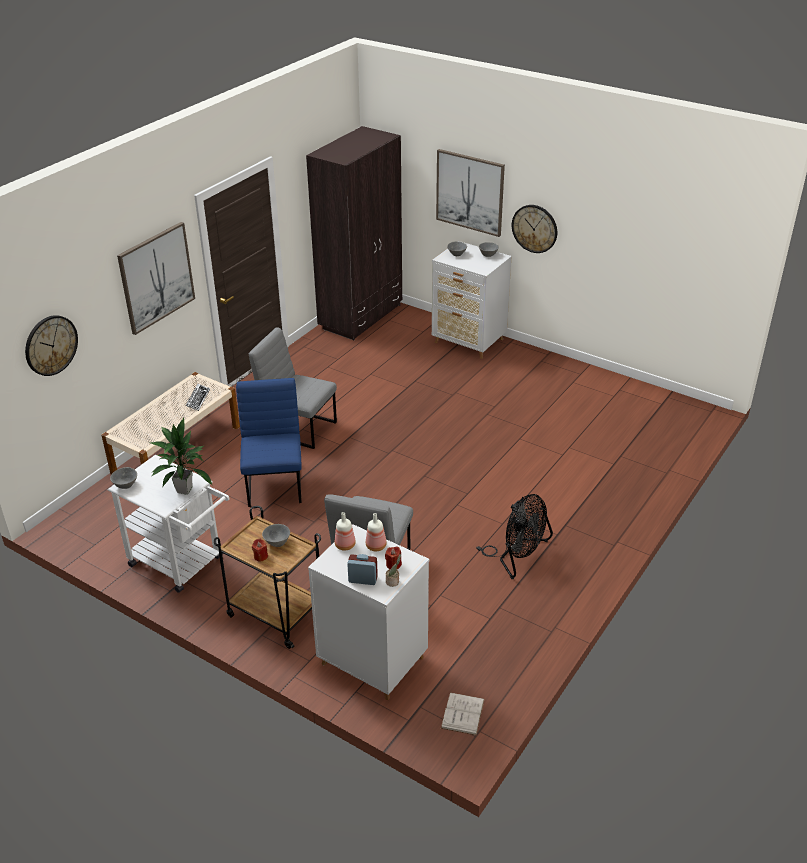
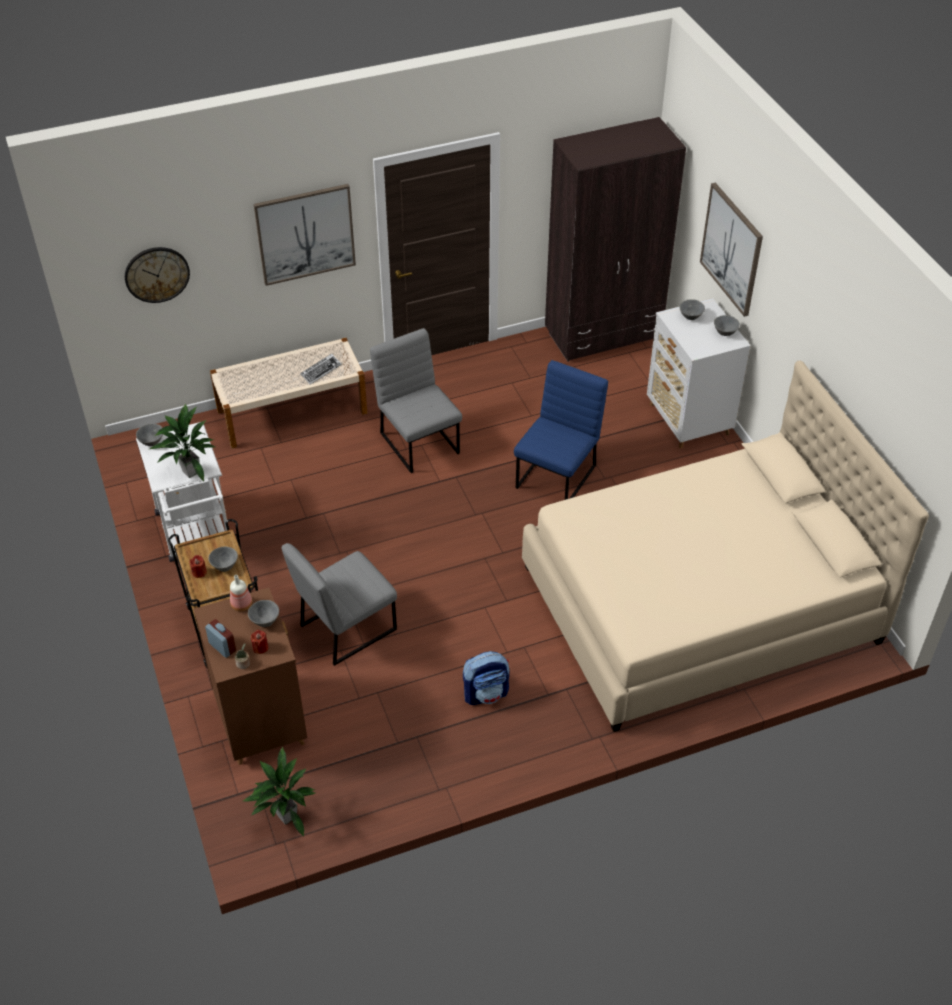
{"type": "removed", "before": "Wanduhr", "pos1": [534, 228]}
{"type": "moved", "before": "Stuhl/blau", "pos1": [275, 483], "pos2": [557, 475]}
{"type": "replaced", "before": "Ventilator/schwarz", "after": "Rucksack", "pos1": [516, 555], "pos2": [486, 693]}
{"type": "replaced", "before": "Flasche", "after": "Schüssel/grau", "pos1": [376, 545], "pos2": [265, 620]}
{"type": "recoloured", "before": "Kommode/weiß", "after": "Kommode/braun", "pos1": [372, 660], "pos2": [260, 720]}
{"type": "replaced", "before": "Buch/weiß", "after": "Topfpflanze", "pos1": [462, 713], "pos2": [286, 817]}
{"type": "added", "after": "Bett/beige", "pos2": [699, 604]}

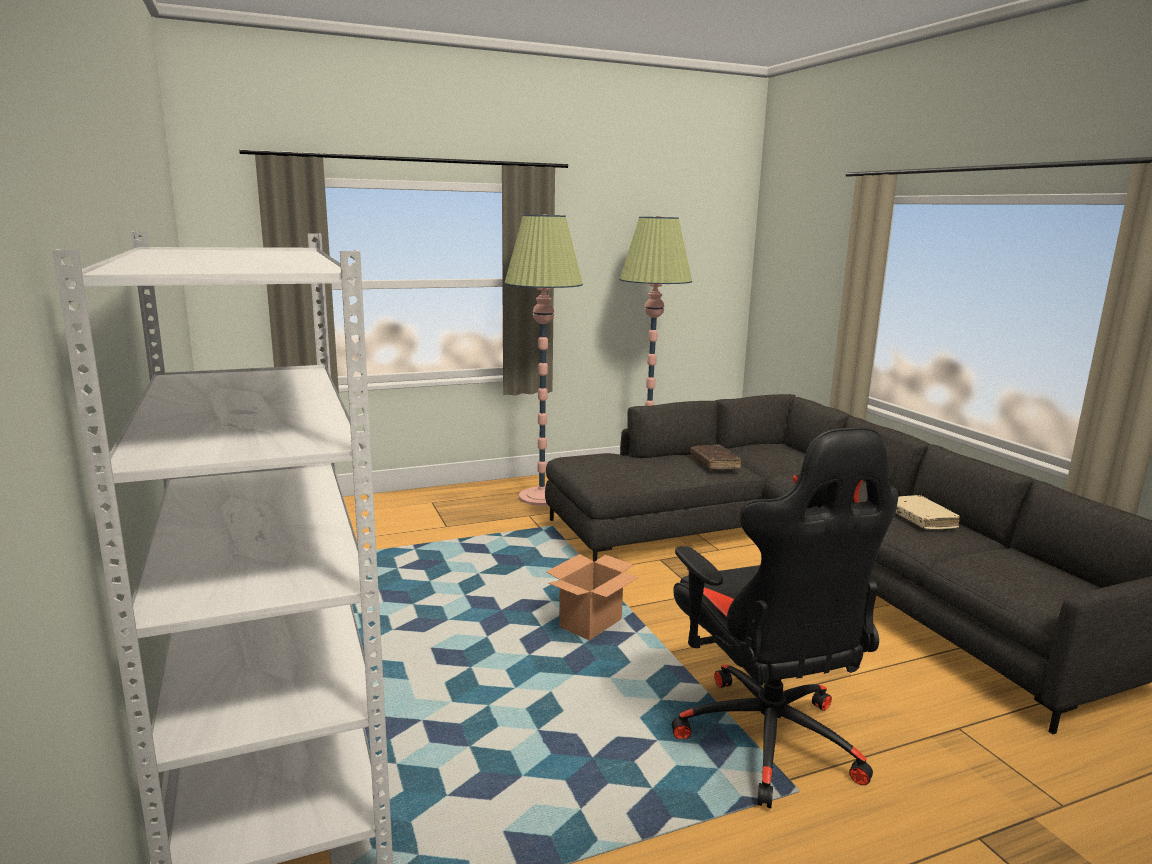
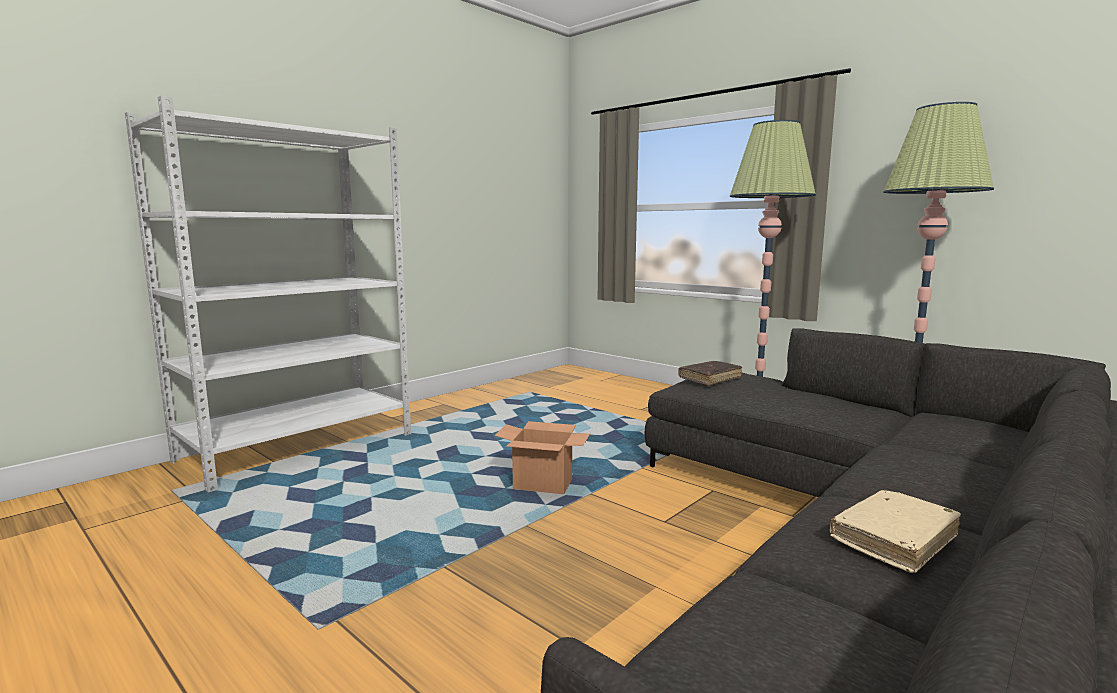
{"type": "removed", "before": "Bürostuhl/schwarz", "pos1": [760, 729]}
{"type": "moved", "before": "Buch/braun", "pos1": [714, 463], "pos2": [710, 379]}

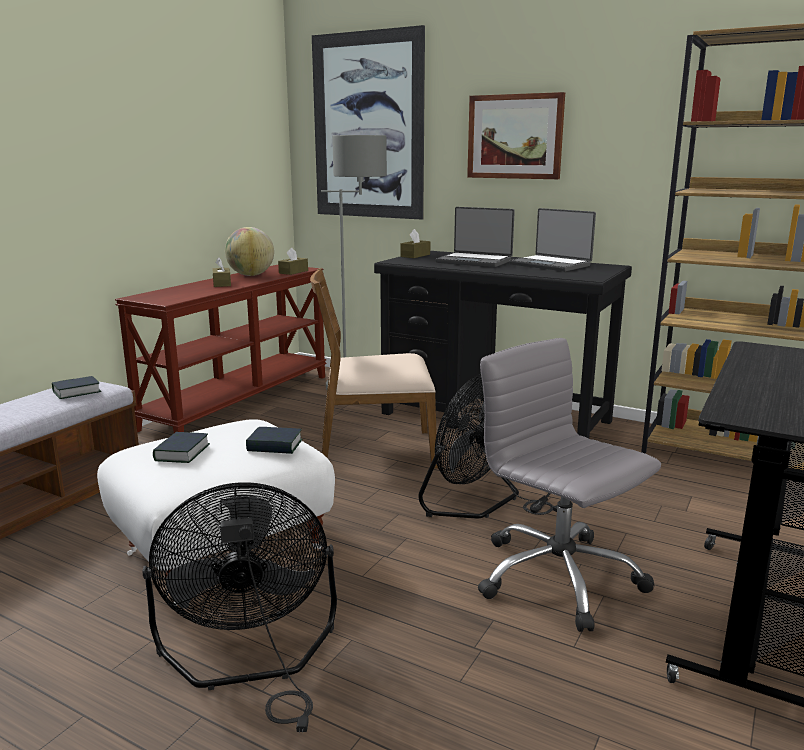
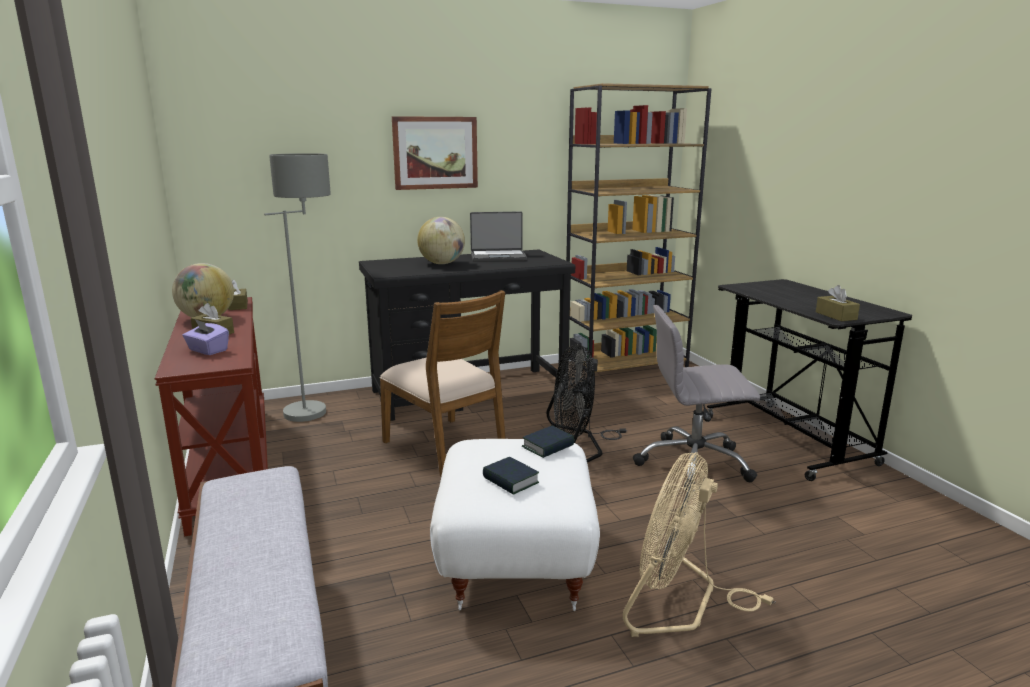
{"type": "removed", "before": "Bild", "pos1": [367, 127]}
{"type": "replaced", "before": "Laptop", "after": "Globus", "pos1": [474, 261], "pos2": [442, 263]}
{"type": "moved", "before": "Taschentuchbox/braun", "pos1": [415, 255], "pos2": [836, 316]}
{"type": "turned", "before": "Stuhl/braun", "pos1": [375, 450], "pos2": [446, 447], "turn": -75}
{"type": "removed", "before": "Buch", "pos1": [77, 392]}
{"type": "recoloured", "before": "Ventilator/schwarz", "after": "Ventilator/beige", "pos1": [255, 663], "pos2": [684, 597]}
{"type": "added", "after": "Taschentuchbox/lila", "pos2": [207, 350]}

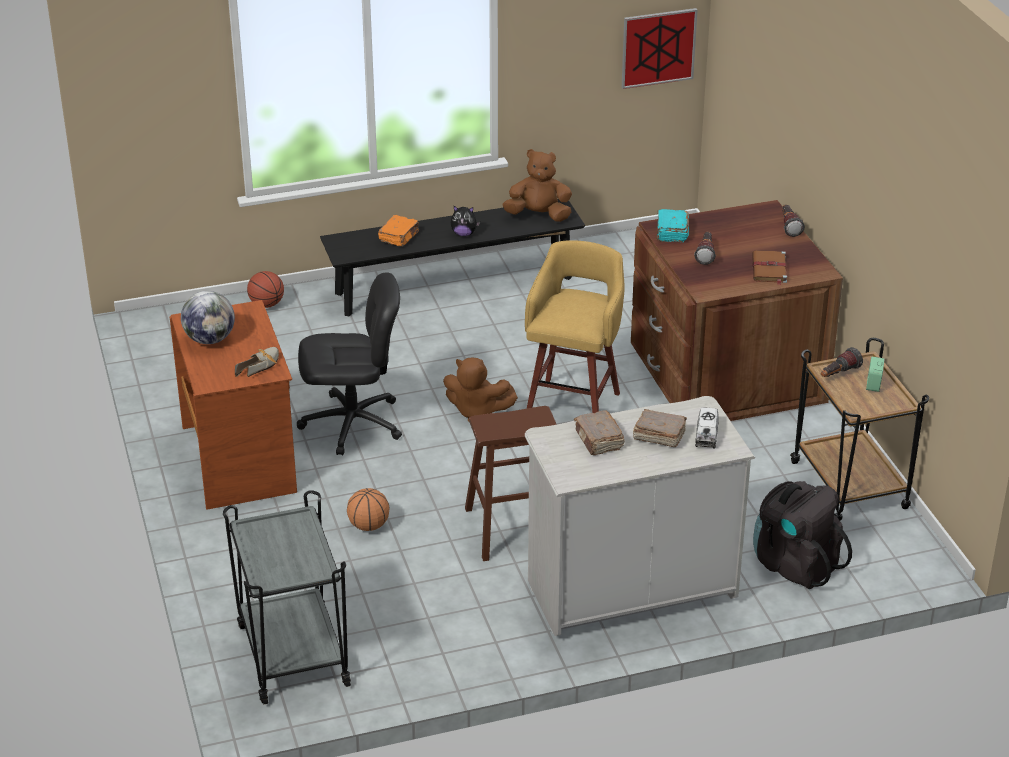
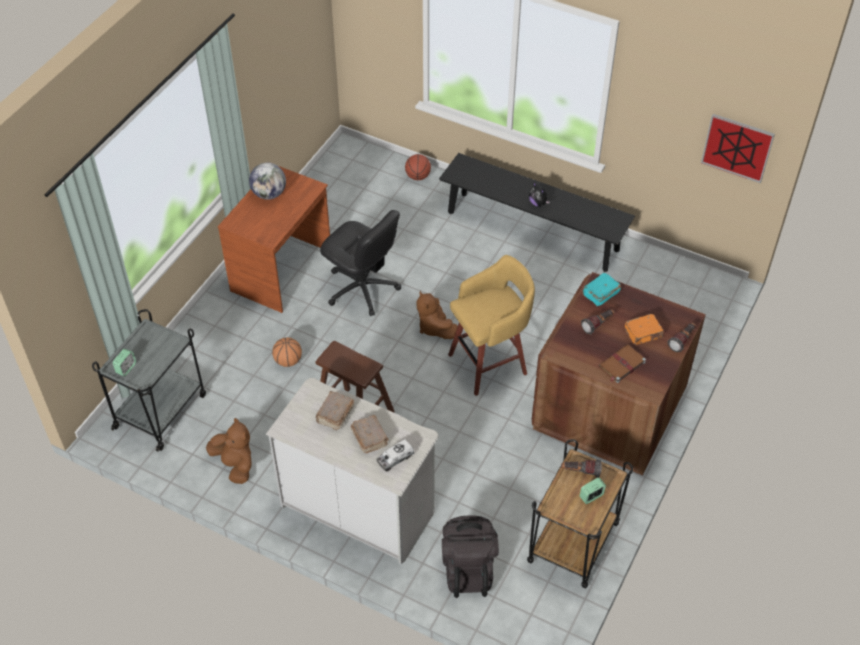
{"type": "moved", "before": "Plüschtier/braun", "pos1": [539, 215], "pos2": [235, 464]}
{"type": "moved", "before": "Buch/orange", "pos1": [399, 237], "pos2": [643, 333]}
{"type": "removed", "before": "Schuh", "pos1": [261, 366]}
{"type": "added", "after": "Wecker", "pos2": [126, 368]}

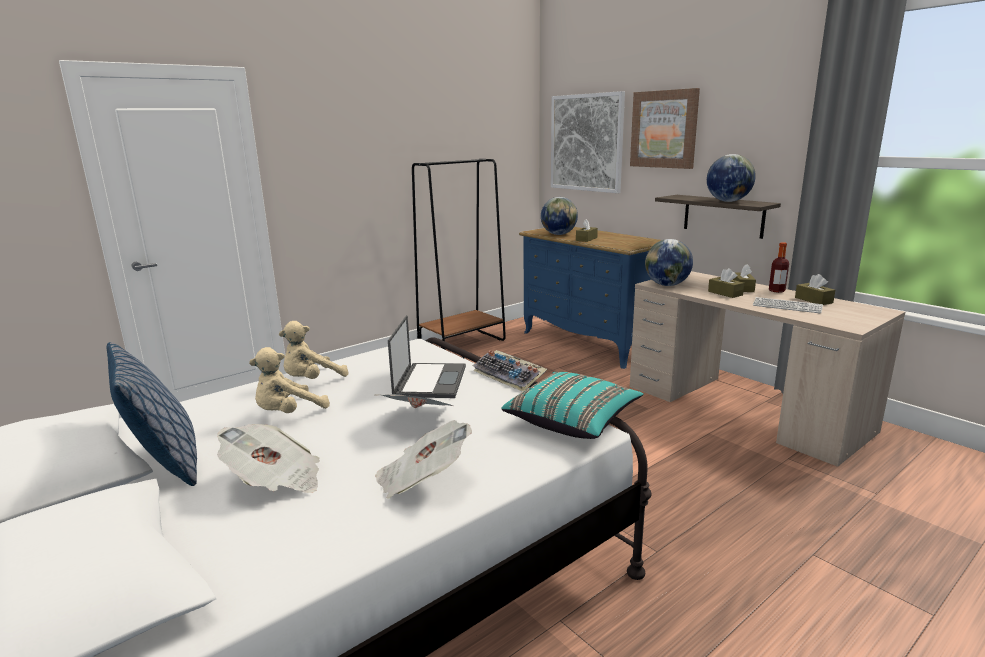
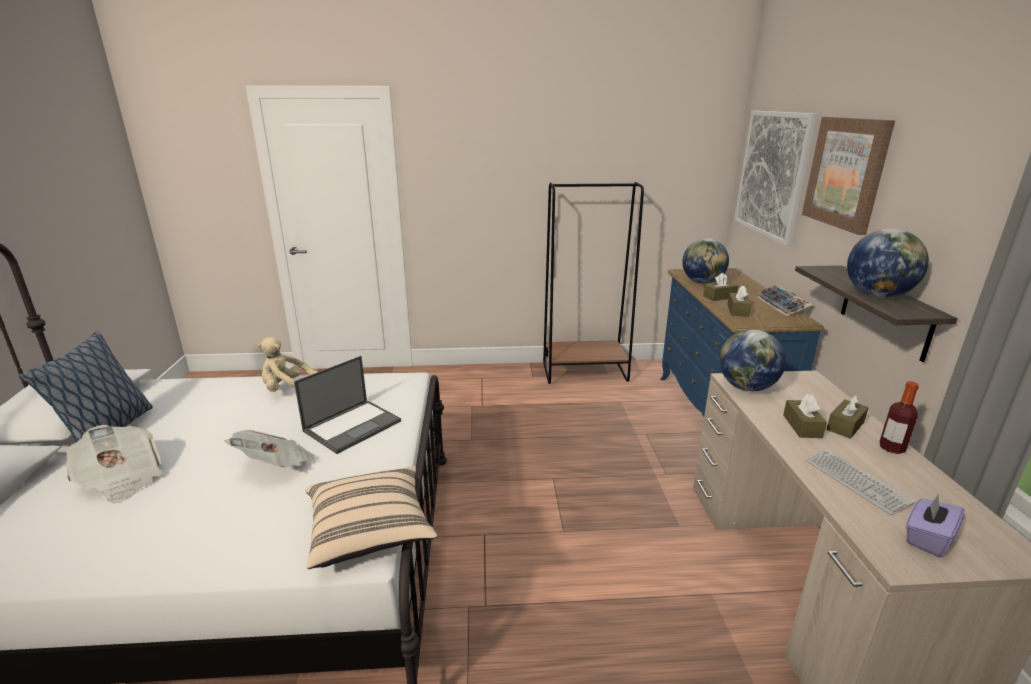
{"type": "moved", "before": "Taschentuchbox/braun", "pos1": [813, 300], "pos2": [737, 310]}
{"type": "removed", "before": "Plüschtier/beige", "pos1": [288, 413]}
{"type": "moved", "before": "Tastatur", "pos1": [510, 376], "pos2": [783, 306]}
{"type": "recoloured", "before": "Kissen/türkis", "after": "Kissen/beige", "pos1": [573, 421], "pos2": [370, 531]}
{"type": "removed", "before": "Zeitung", "pos1": [422, 480]}
{"type": "added", "after": "Taschentuchbox/lila", "pos2": [927, 538]}

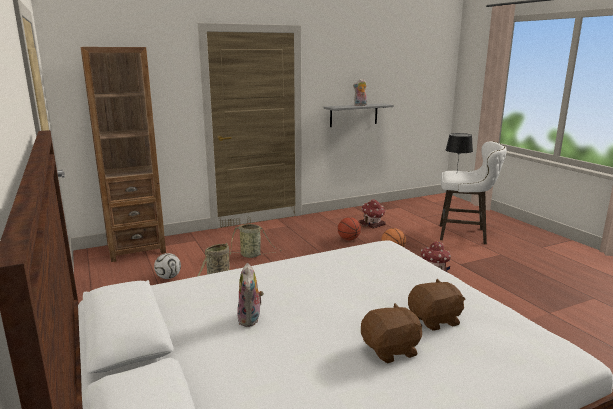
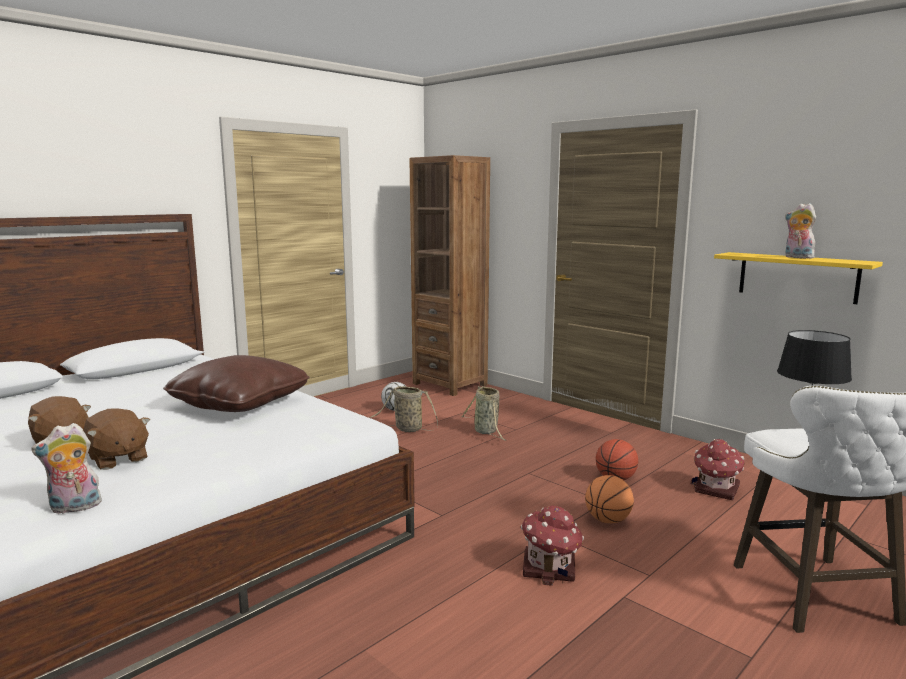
{"type": "recoloured", "before": "Wandregal/grau", "after": "Wandregal/gelb", "pos1": [353, 115], "pos2": [797, 277]}
{"type": "moved", "before": "Plüschtier", "pos1": [251, 319], "pos2": [74, 508]}
{"type": "added", "after": "Kissen/braun", "pos2": [240, 403]}

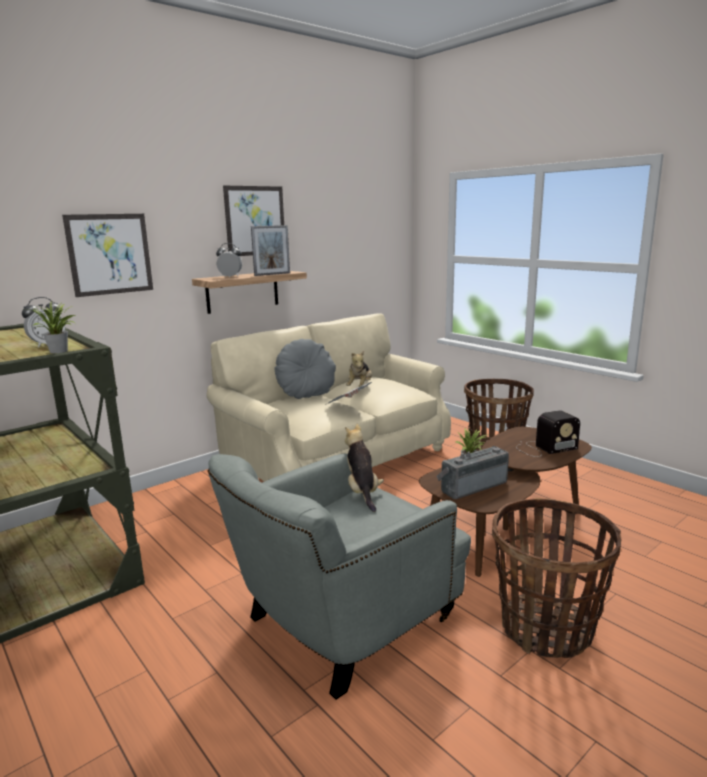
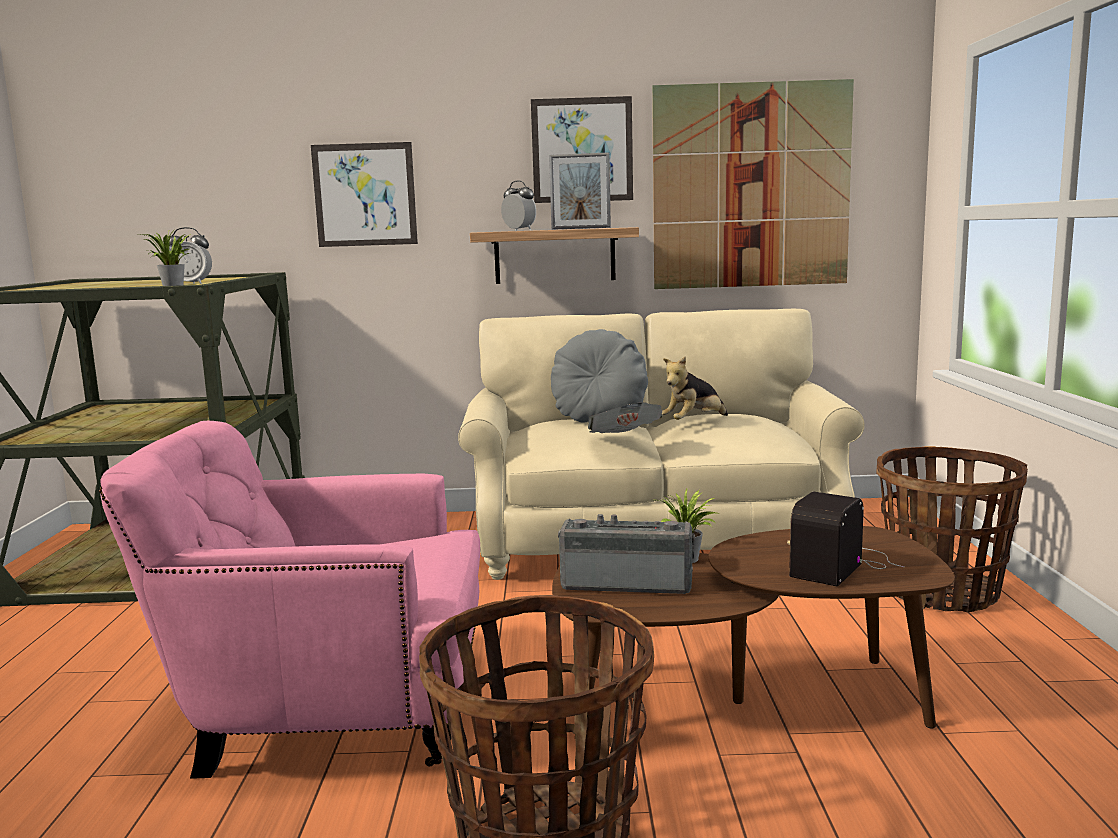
{"type": "turned", "before": "Radio", "pos1": [544, 448], "pos2": [840, 563], "turn": 105}
{"type": "removed", "before": "Plüschtier", "pos1": [362, 491]}
{"type": "recoloured", "before": "Sessel/grau", "after": "Sessel/rosa", "pos1": [342, 622], "pos2": [329, 712]}
{"type": "added", "after": "Bild", "pos2": [751, 186]}

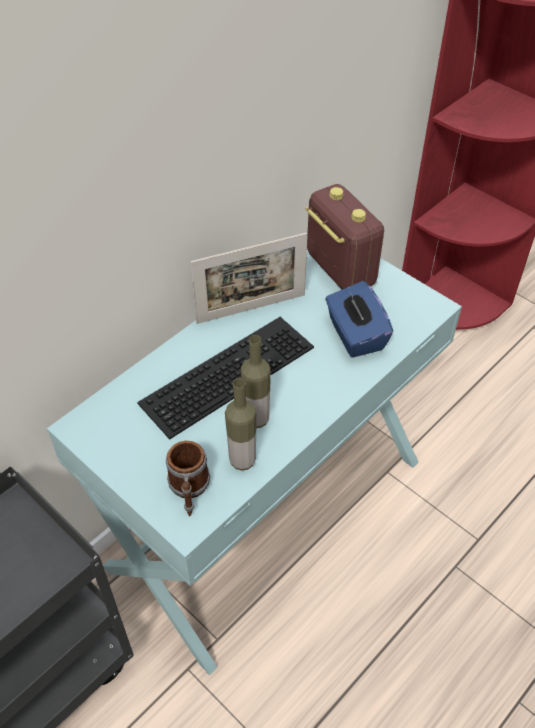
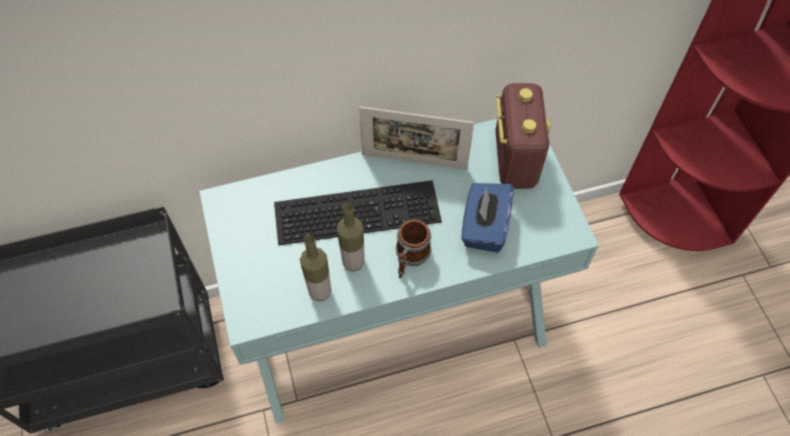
{"type": "moved", "before": "Henkelbecher", "pos1": [189, 490], "pos2": [410, 258]}

